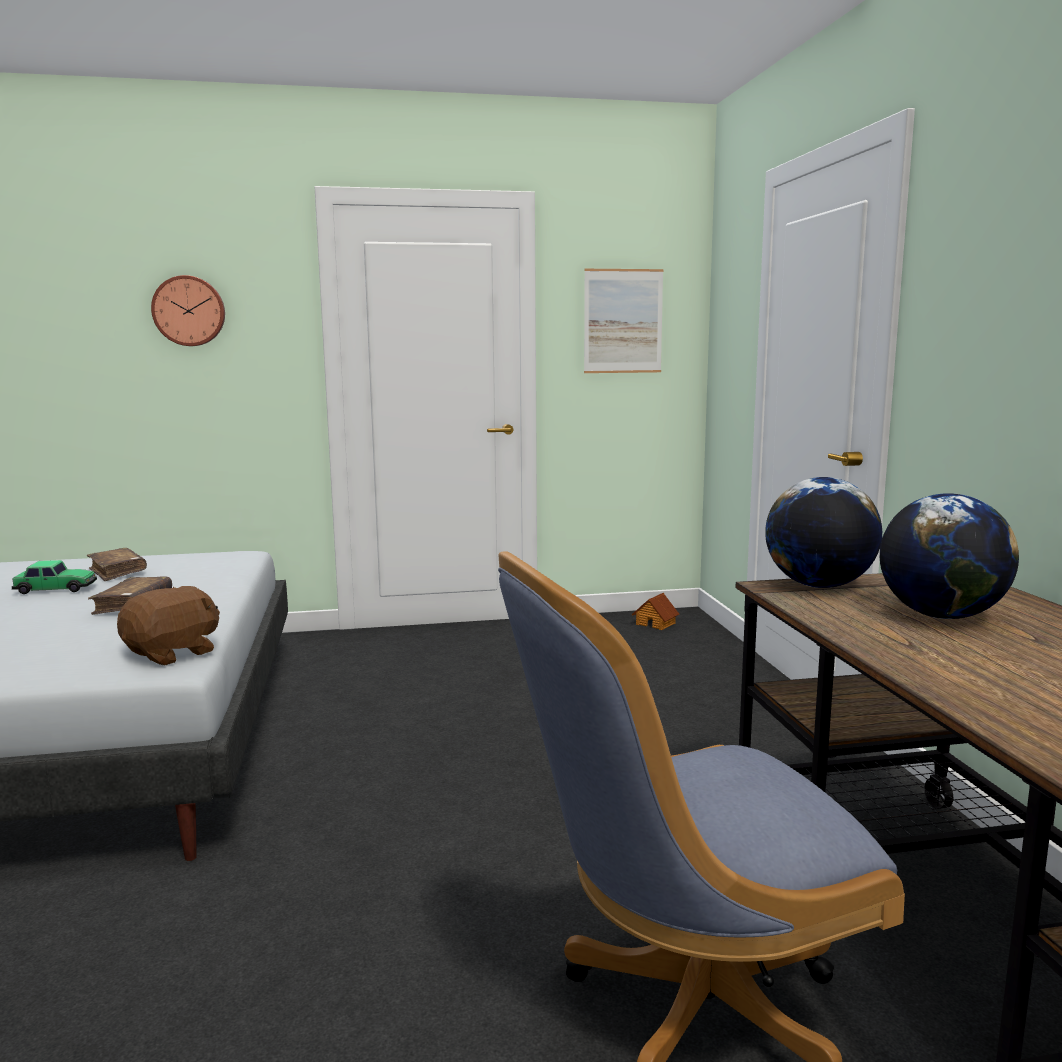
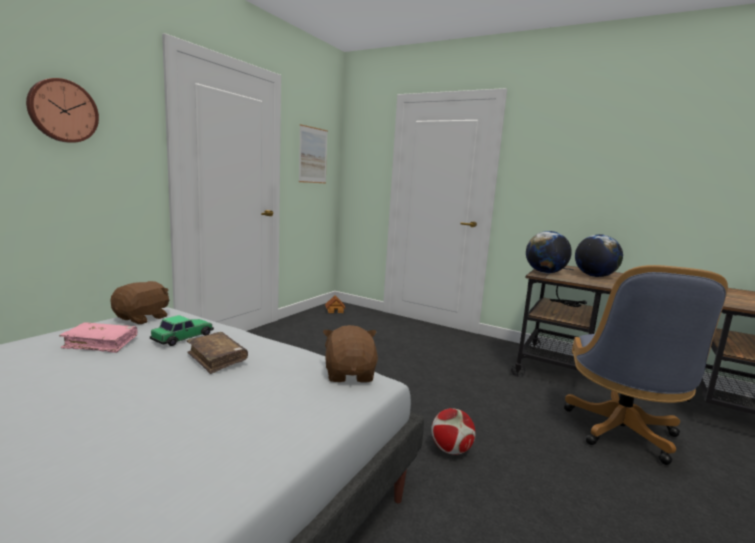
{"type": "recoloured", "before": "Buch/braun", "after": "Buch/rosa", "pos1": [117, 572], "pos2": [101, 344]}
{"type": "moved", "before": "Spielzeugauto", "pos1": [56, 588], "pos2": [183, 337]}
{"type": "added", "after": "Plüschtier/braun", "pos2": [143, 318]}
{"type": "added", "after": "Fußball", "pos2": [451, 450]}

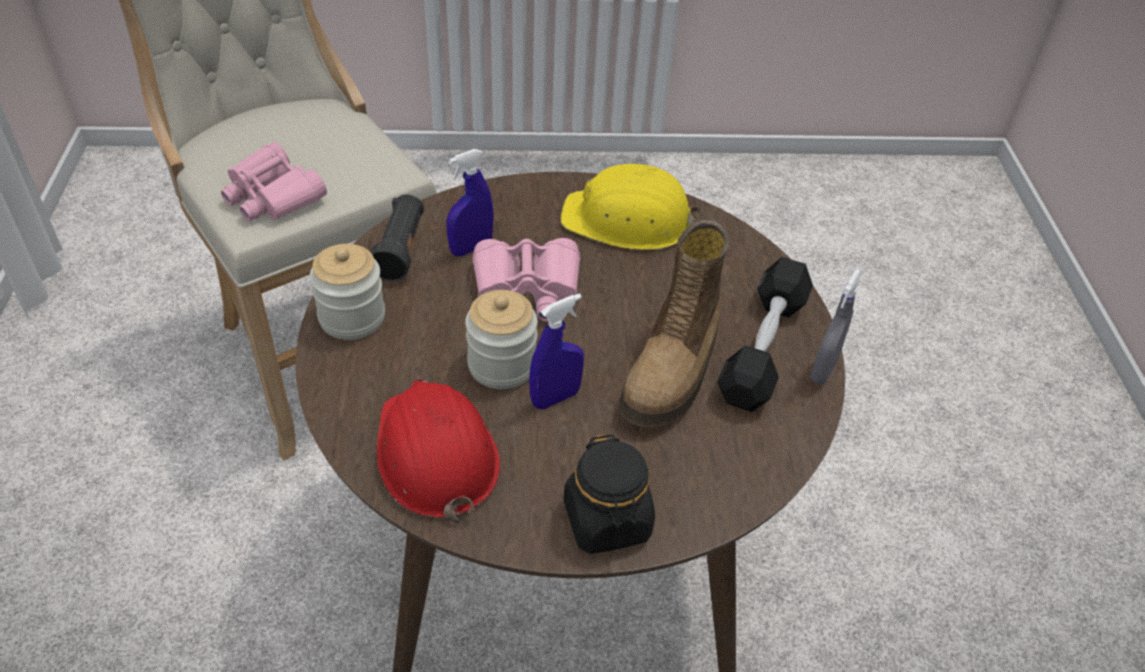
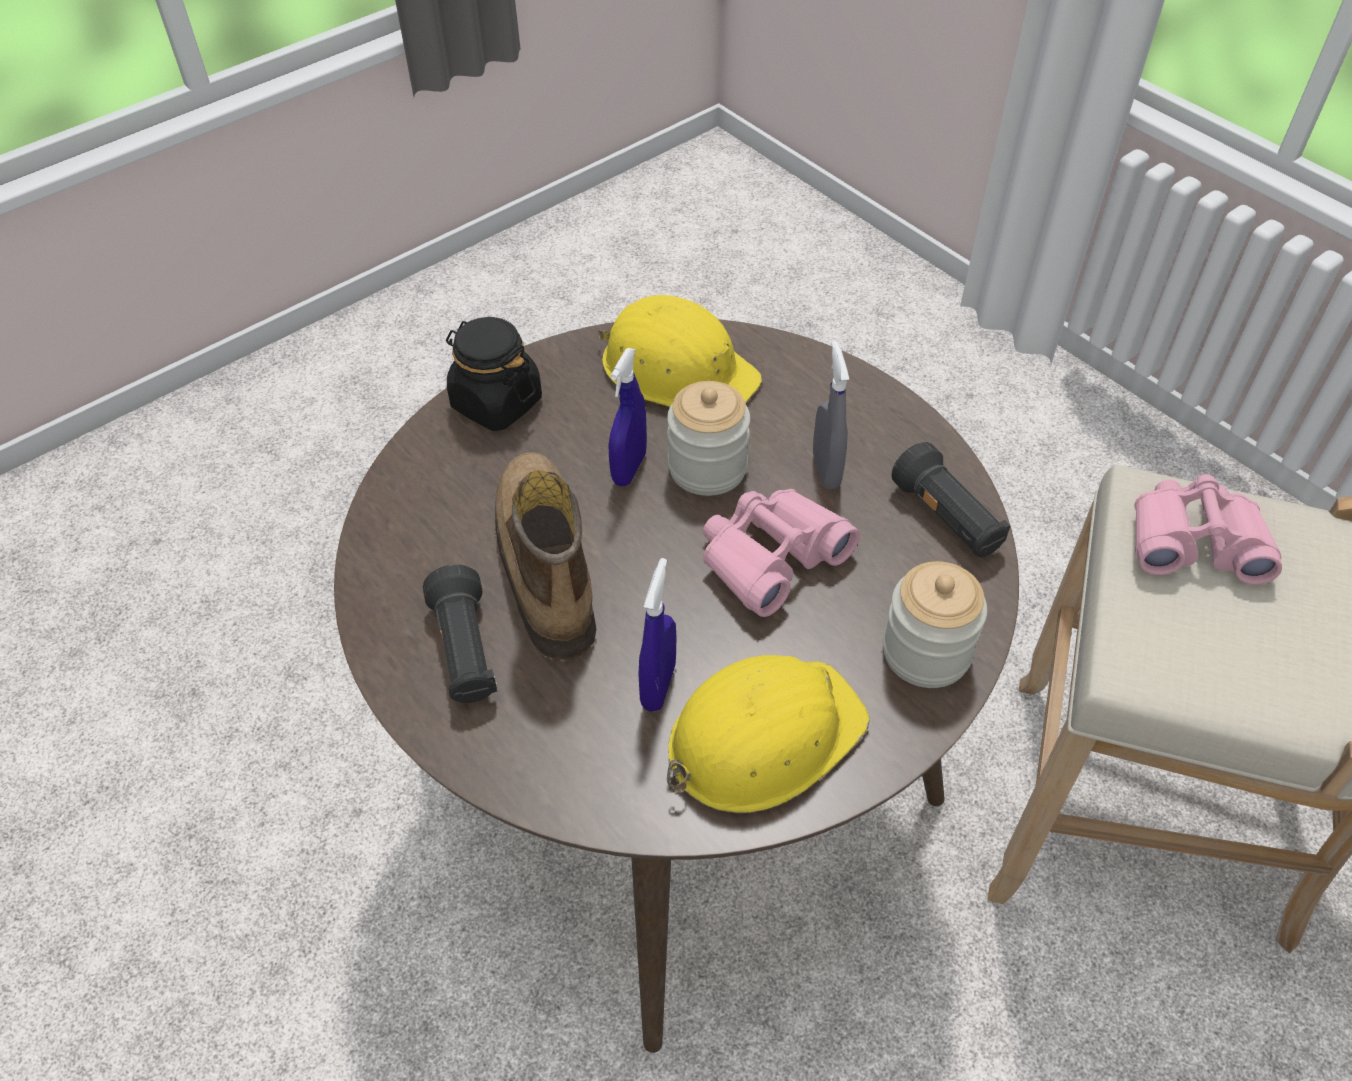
{"type": "moved", "before": "Sprühflasche/blau", "pos1": [471, 248], "pos2": [658, 686]}
{"type": "moved", "before": "Vorratsglas", "pos1": [352, 317], "pos2": [926, 652]}
{"type": "replaced", "before": "Hantel/schwarz", "after": "Taschenlampe/schwarz", "pos1": [763, 347], "pos2": [465, 652]}
{"type": "moved", "before": "Sprühflasche/grau", "pos1": [823, 370], "pos2": [826, 470]}
{"type": "recoloured", "before": "Schutzhelm/rot", "after": "Schutzhelm/gelb", "pos1": [435, 454], "pos2": [677, 370]}

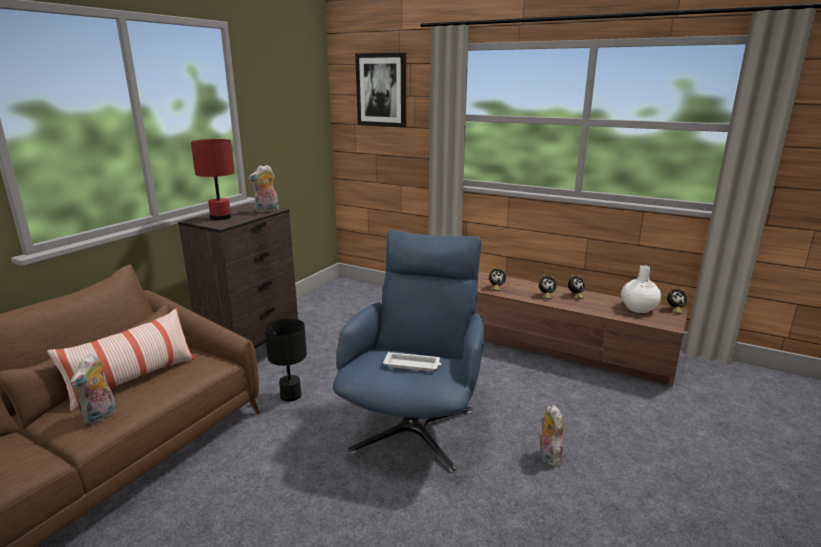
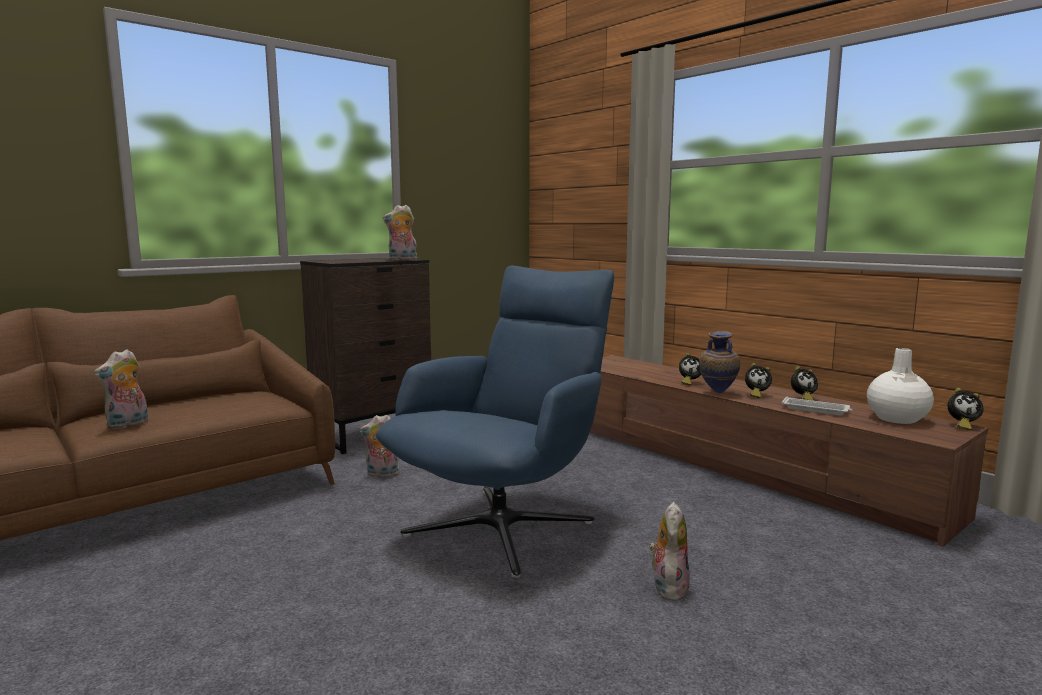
{"type": "removed", "before": "Bild", "pos1": [381, 90]}
{"type": "removed", "before": "Tischlampe/rot", "pos1": [221, 217]}
{"type": "removed", "before": "Kissen", "pos1": [133, 380]}
{"type": "replaced", "before": "Tischlampe/schwarz", "after": "Plüschtier", "pos1": [291, 395], "pos2": [382, 474]}
{"type": "moved", "before": "Tablett/weiß", "pos1": [412, 365], "pos2": [816, 410]}
{"type": "added", "after": "Vase", "pos2": [717, 393]}

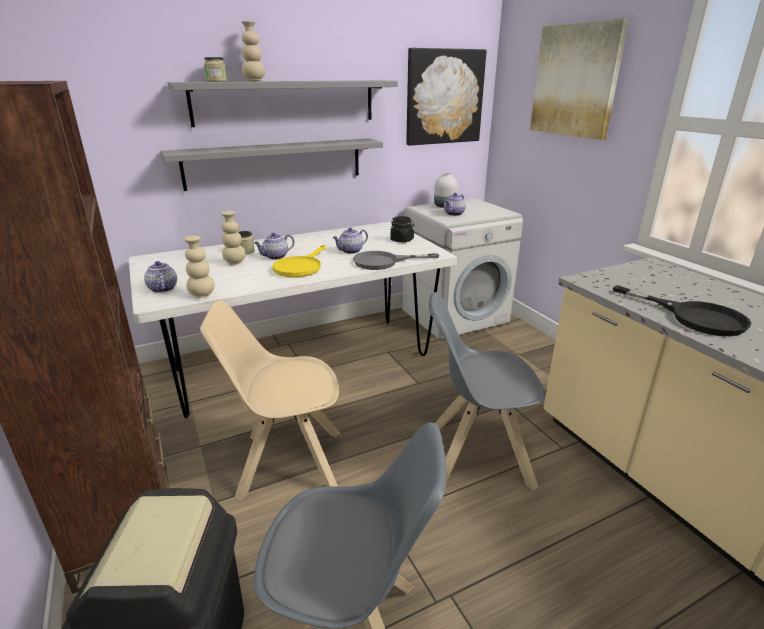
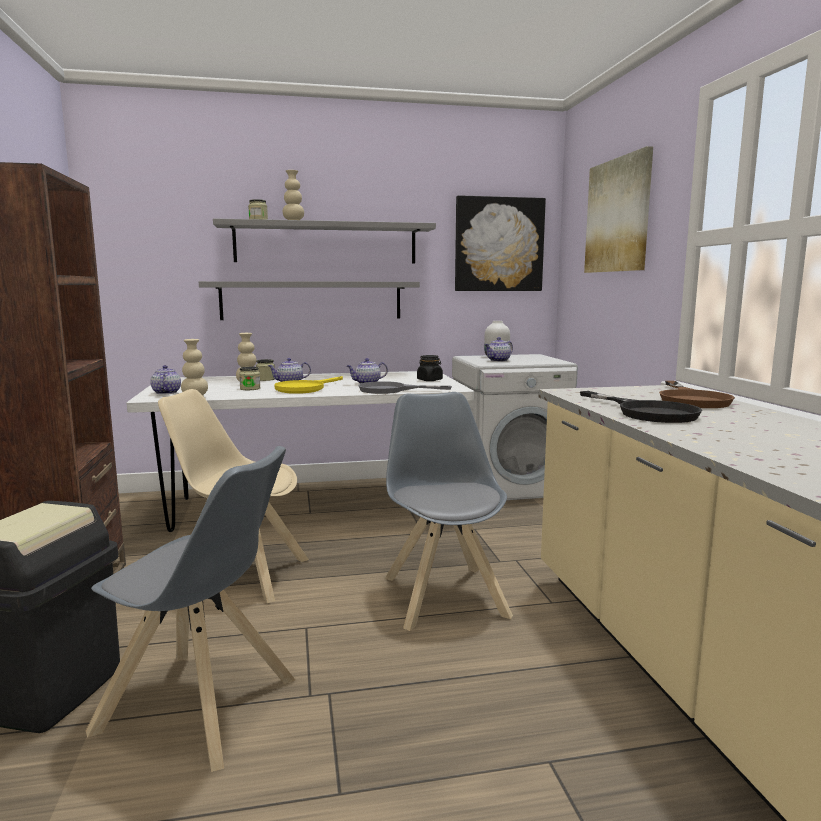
{"type": "turned", "before": "Stuhl/grau", "pos1": [476, 454], "pos2": [444, 594], "turn": 60}
{"type": "added", "after": "Vorratsglas", "pos2": [250, 388]}
{"type": "added", "after": "Pfanne/braun", "pos2": [691, 399]}

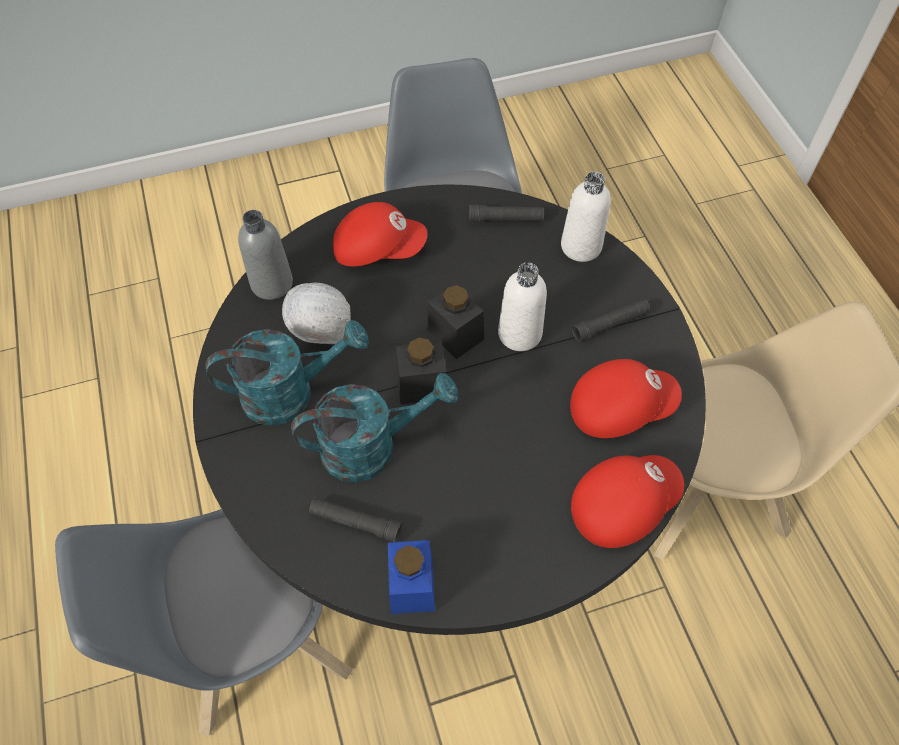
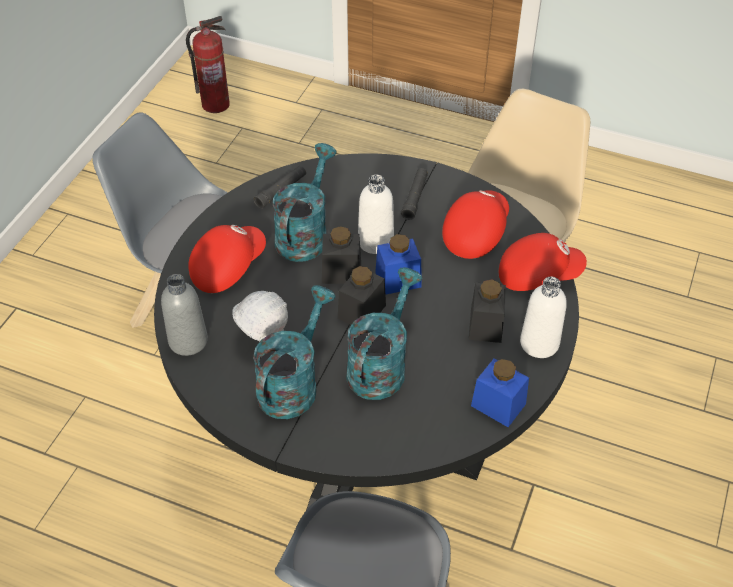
{"type": "moved", "before": "Flasche/weiß", "pos1": [581, 246], "pos2": [539, 343]}
{"type": "turned", "before": "Kappe/rot", "pos1": [621, 504], "pos2": [538, 274], "turn": 75}
{"type": "removed", "before": "Taschenlampe/schwarz", "pos1": [355, 522]}
{"type": "added", "after": "Feuerlöscher", "pos2": [216, 104]}
{"type": "added", "after": "Gießkanne/türkis", "pos2": [305, 233]}
{"type": "added", "after": "Vorratsglas/blau", "pos2": [398, 279]}
{"type": "added", "after": "Vorratsglas/schwarz", "pos2": [485, 325]}

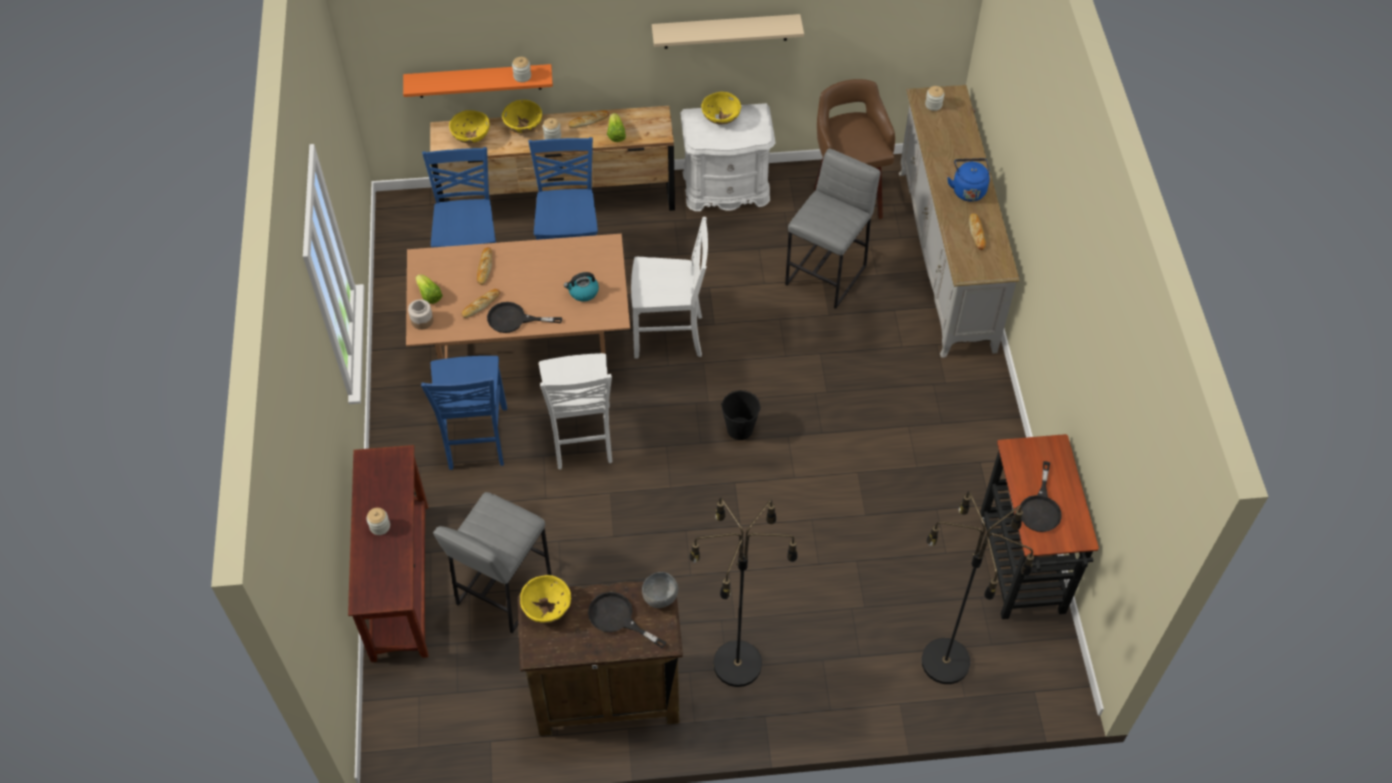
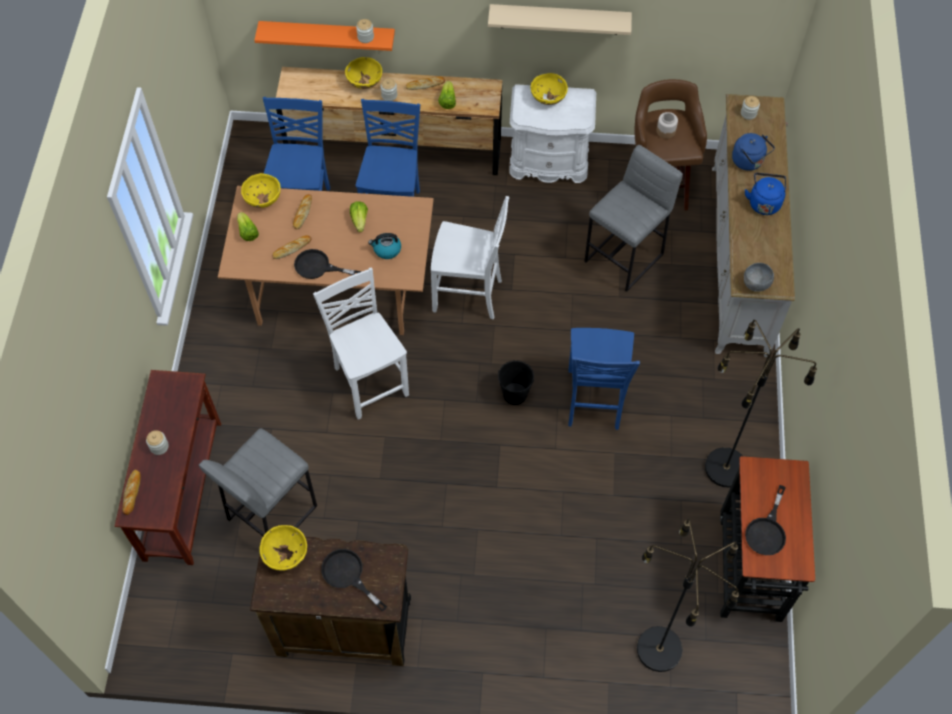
{"type": "moved", "before": "Schüssel/gelb", "pos1": [471, 137], "pos2": [263, 200]}
{"type": "moved", "before": "Brot", "pos1": [977, 233], "pos2": [132, 493]}
{"type": "moved", "before": "Vorratsglas", "pos1": [422, 320], "pos2": [665, 131]}
{"type": "turned", "before": "Stuhl/weiß", "pos1": [581, 438], "pos2": [369, 381], "turn": 150}
{"type": "moved", "before": "Stuhl/blau", "pos1": [475, 439], "pos2": [594, 401]}
{"type": "moved", "before": "Stehlampe", "pos1": [737, 663], "pos2": [725, 467]}
{"type": "moved", "before": "Schüssel/grau", "pos1": [660, 598], "pos2": [756, 284]}
{"type": "added", "after": "Wasserkessel/blau", "pos2": [749, 162]}
{"type": "added", "after": "Salatkopf", "pos2": [359, 220]}

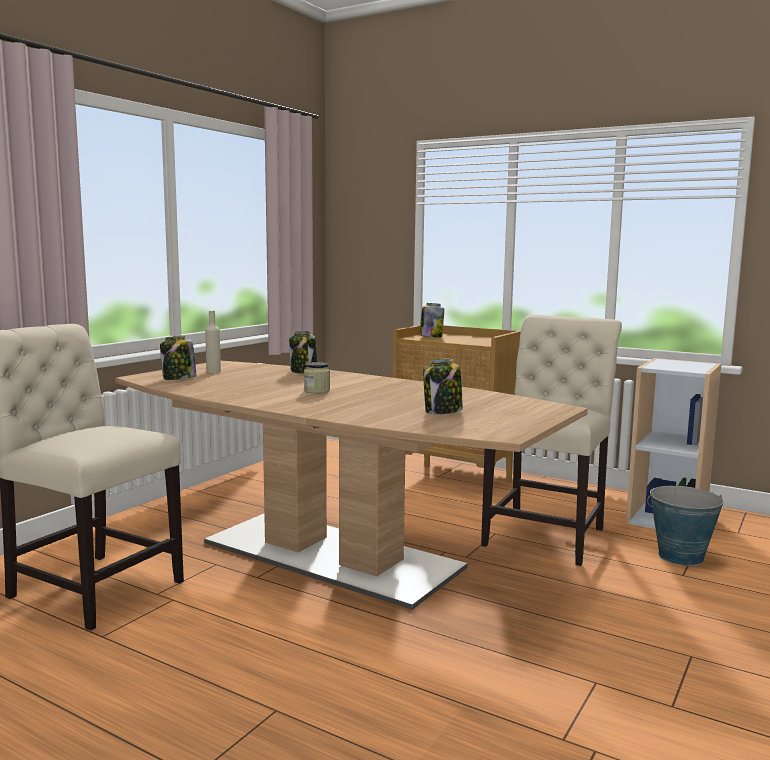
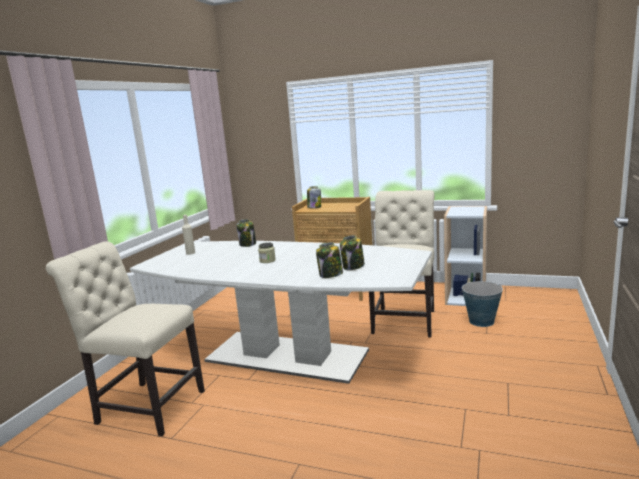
{"type": "moved", "before": "Vorratsglas", "pos1": [178, 379], "pos2": [330, 275]}
{"type": "recoloured", "before": "Esstisch/braun", "after": "Esstisch/weiß", "pos1": [332, 555], "pos2": [287, 356]}

